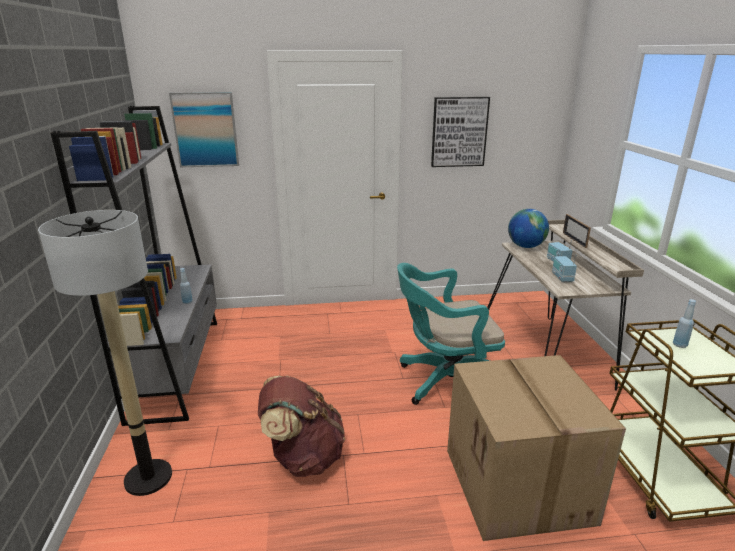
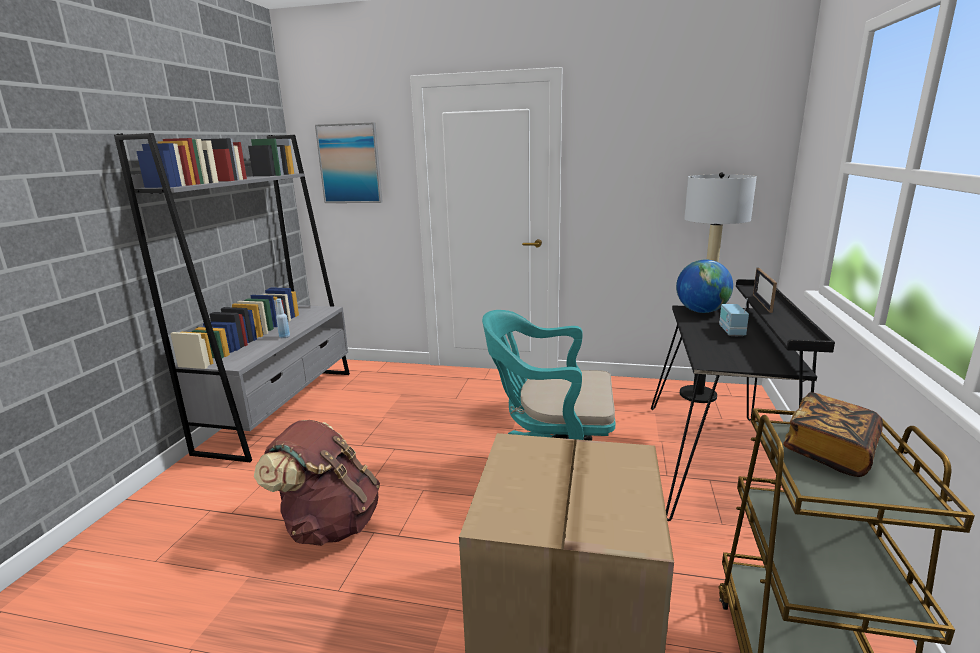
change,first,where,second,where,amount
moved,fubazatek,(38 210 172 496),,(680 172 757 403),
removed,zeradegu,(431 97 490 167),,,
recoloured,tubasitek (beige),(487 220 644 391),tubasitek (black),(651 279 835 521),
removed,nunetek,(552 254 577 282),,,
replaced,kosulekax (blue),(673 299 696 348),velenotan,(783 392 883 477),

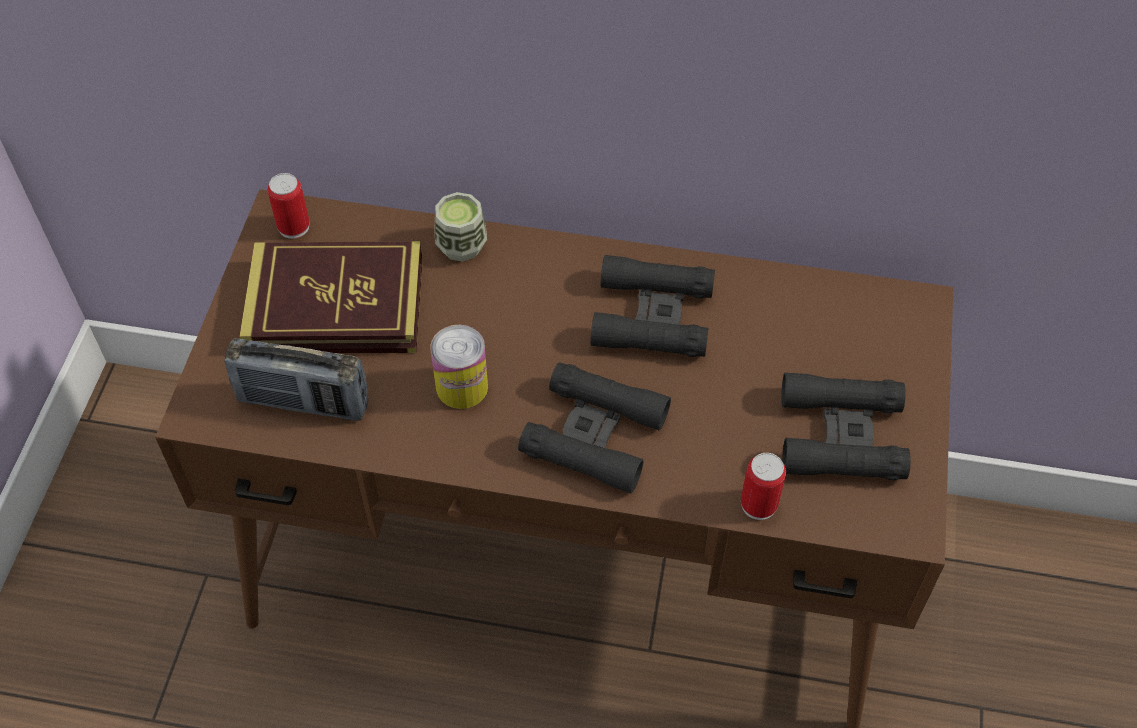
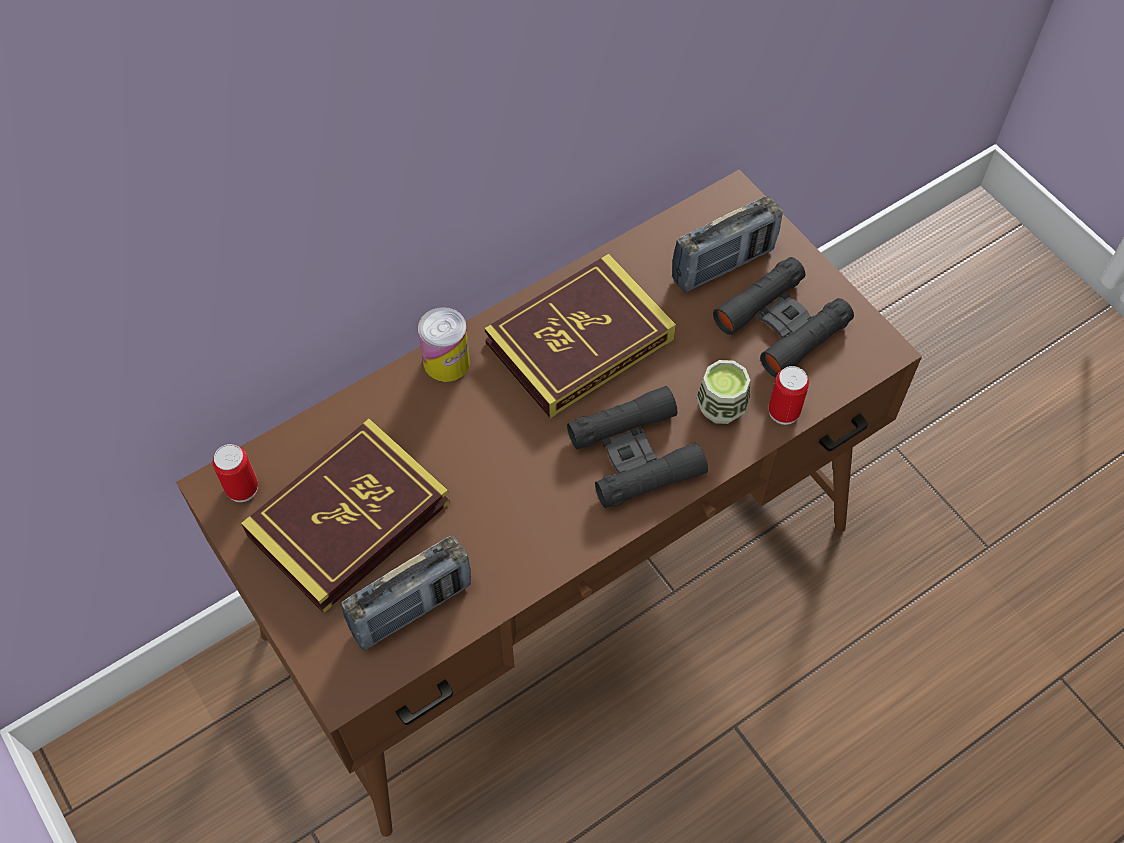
change,first,where,second,where,amount
moved,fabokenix,(430 325 488 409),,(418 307 470 382),
moved,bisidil,(434 192 487 262),,(696 360 750 424),
replaced,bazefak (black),(590 255 715 357),velenotan,(484 254 676 418),
added,,,nunetek,(672 196 783 293),

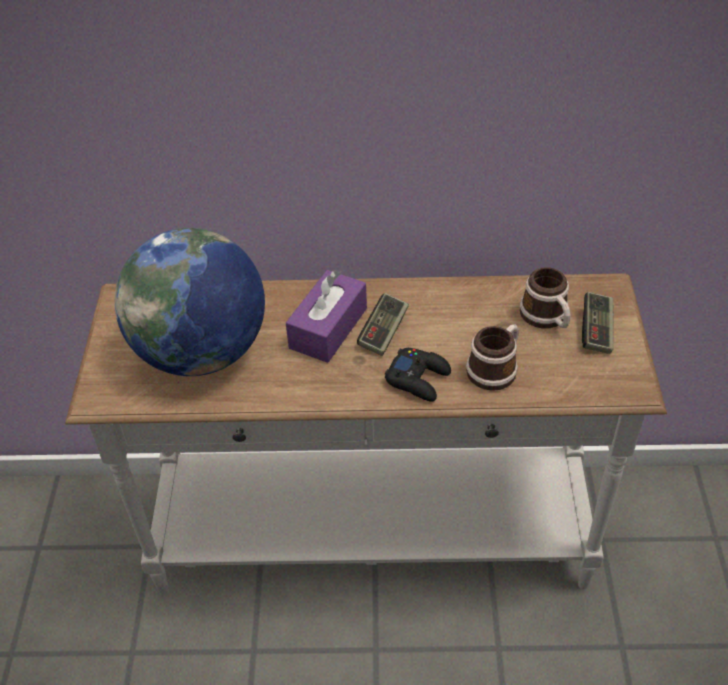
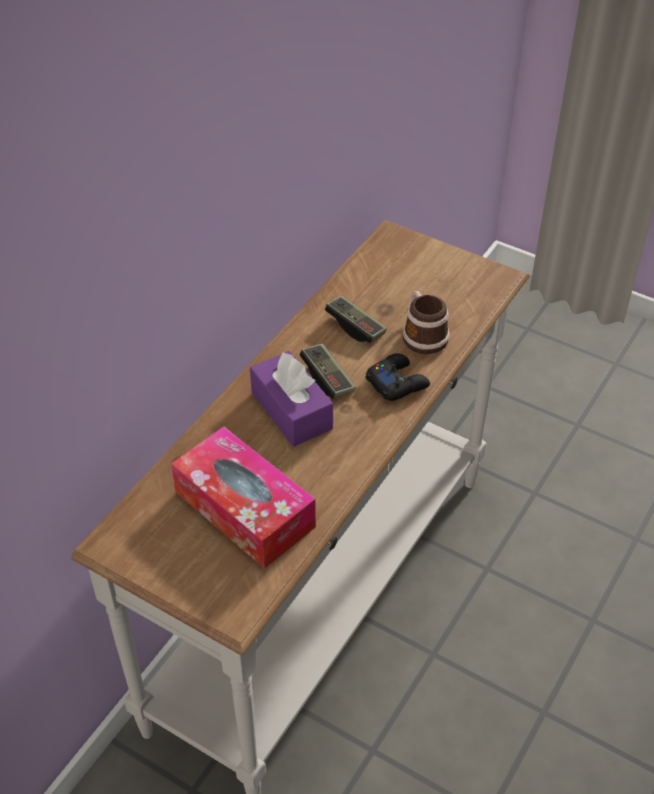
change,first,where,second,where,amount
replaced,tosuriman,(114 228 265 376),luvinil,(171 426 316 569),
removed,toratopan,(520 267 571 328),,,
moved,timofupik,(582 292 614 354),,(325 295 387 343),

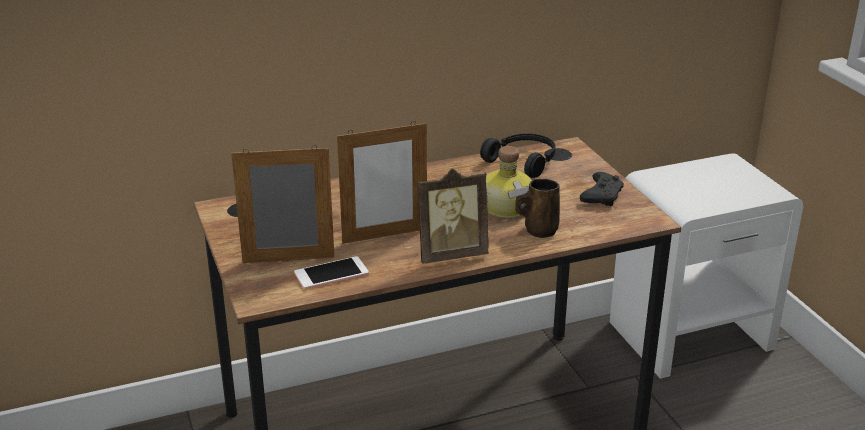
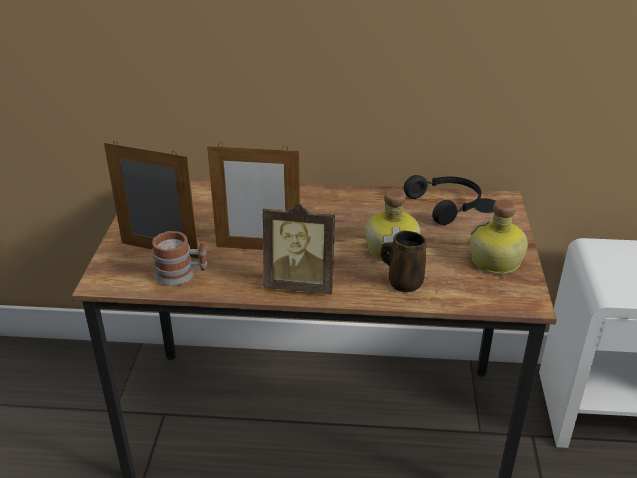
change,first,where,second,where,amount
replaced,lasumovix,(294 256 369 289),toratopan,(152 231 207 286),
replaced,timofupik (black),(580 172 624 206),kosulekax,(470 199 528 274),

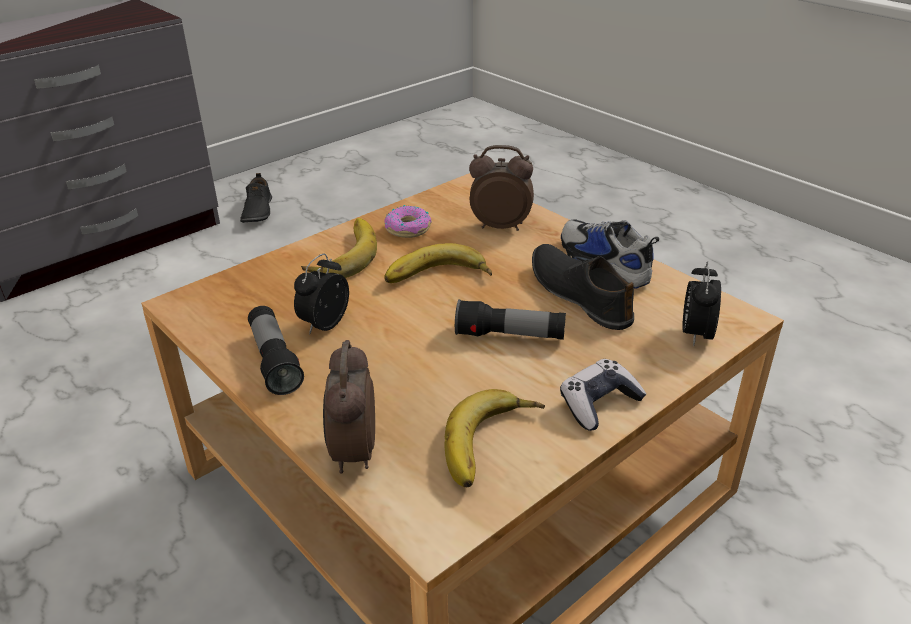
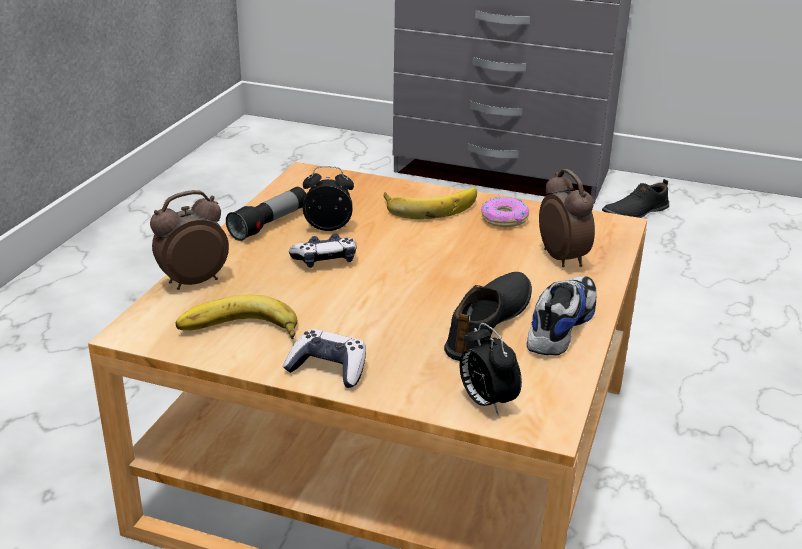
change,first,where,second,where,amount
removed,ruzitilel,(384 243 492 283),,,
removed,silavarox,(455 299 566 340),,,
turned,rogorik,(682 261 721 346),,(460 323 522 415),105 degrees counterclockwise
added,,,timofupik,(289 233 357 268),

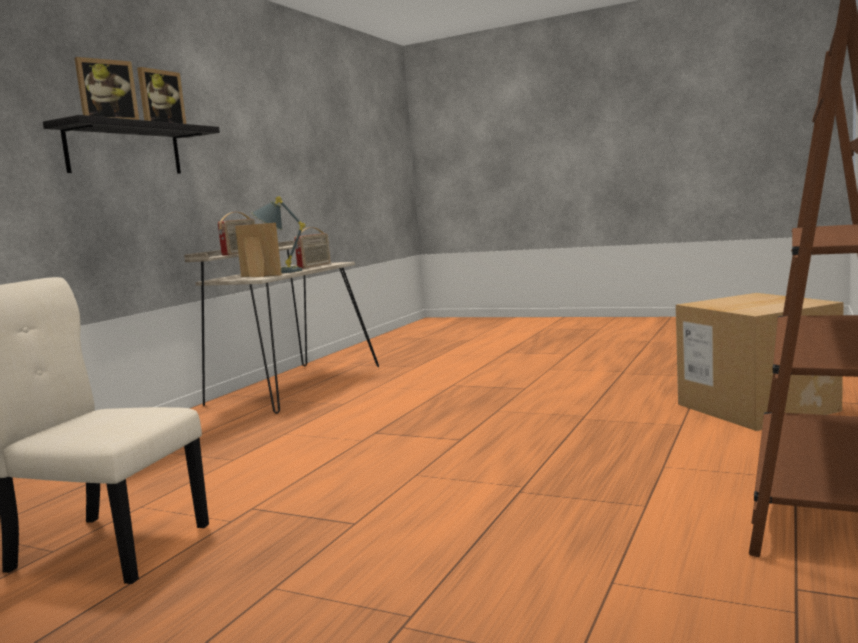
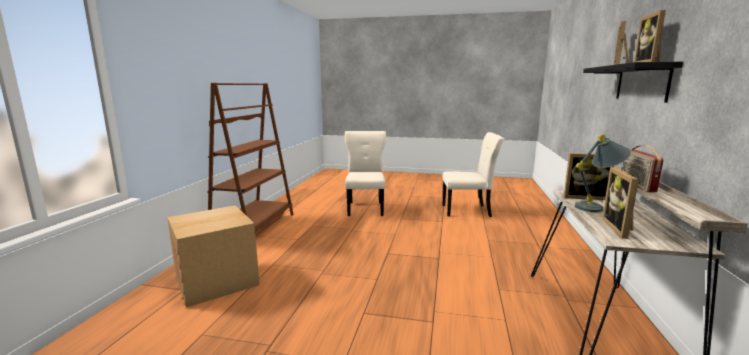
change,first,where,second,where,amount
replaced,nunetek,(294 227 331 268),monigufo,(602 167 639 239),
added,,,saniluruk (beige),(345 131 386 216),

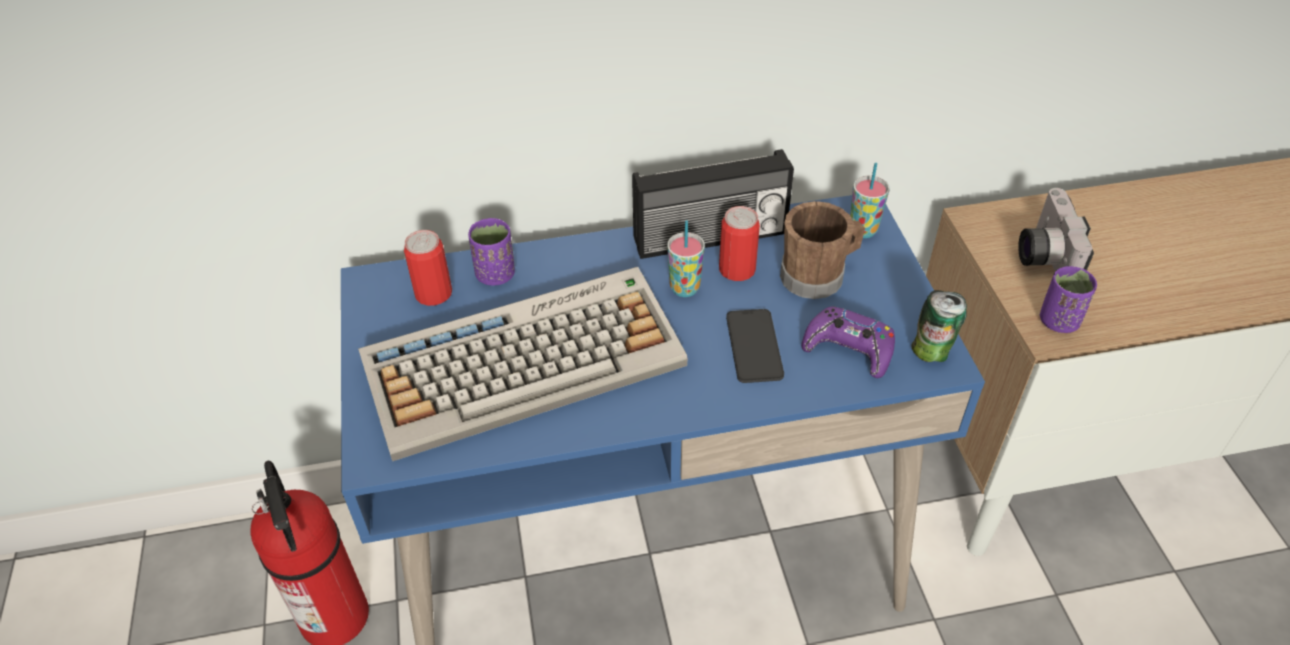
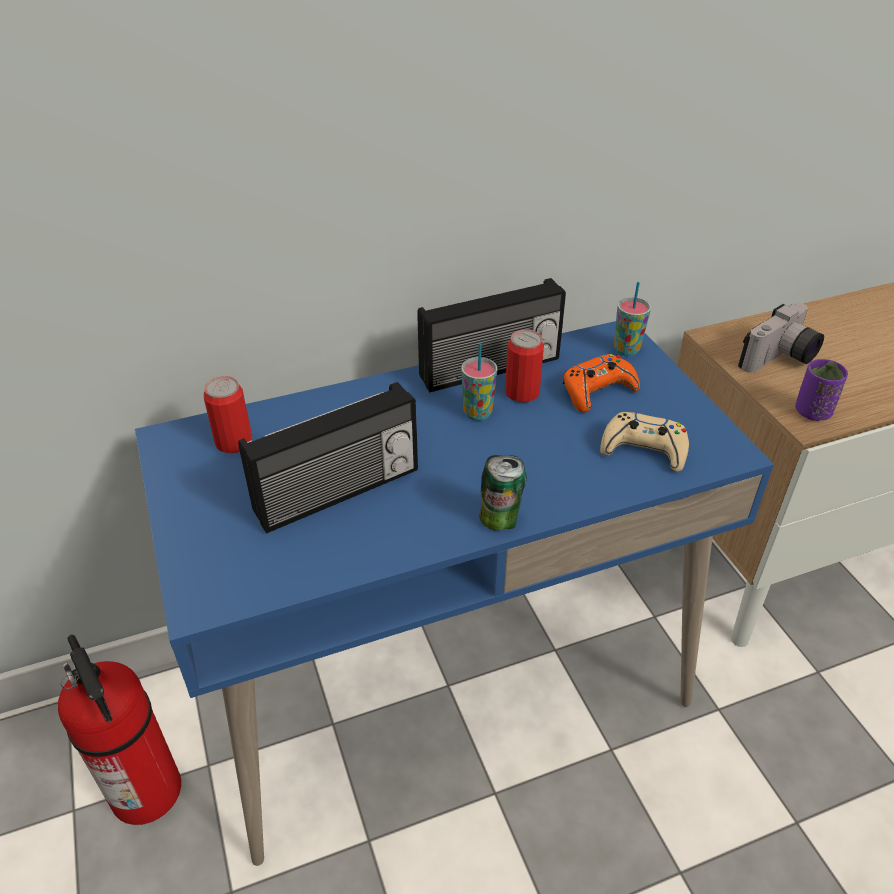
change,first,where,second,where,amount
replaced,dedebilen,(358 267 688 461),nunetek,(238 382 418 534),
removed,bisidil (purple),(468 218 515 286),,,
removed,lasumovix,(726 309 784 383),,,
replaced,toratopan (brown),(780 201 865 299),timofupik (orange),(563 354 640 413),
recoloured,timofupik (purple),(801 306 895 378),timofupik (beige),(600 412 689 472),
moved,fabokenix,(911 290 967 362),,(479 455 527 531),
turned,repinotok,(1018 188 1094 271),,(738 303 824 373),120 degrees counterclockwise

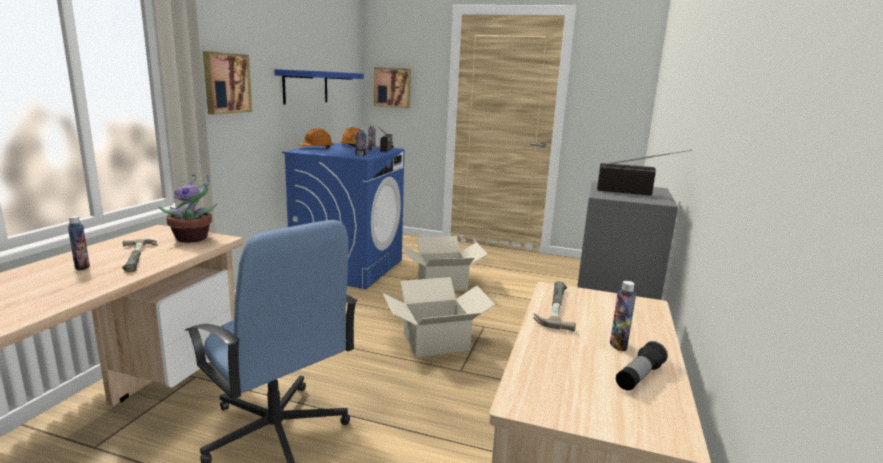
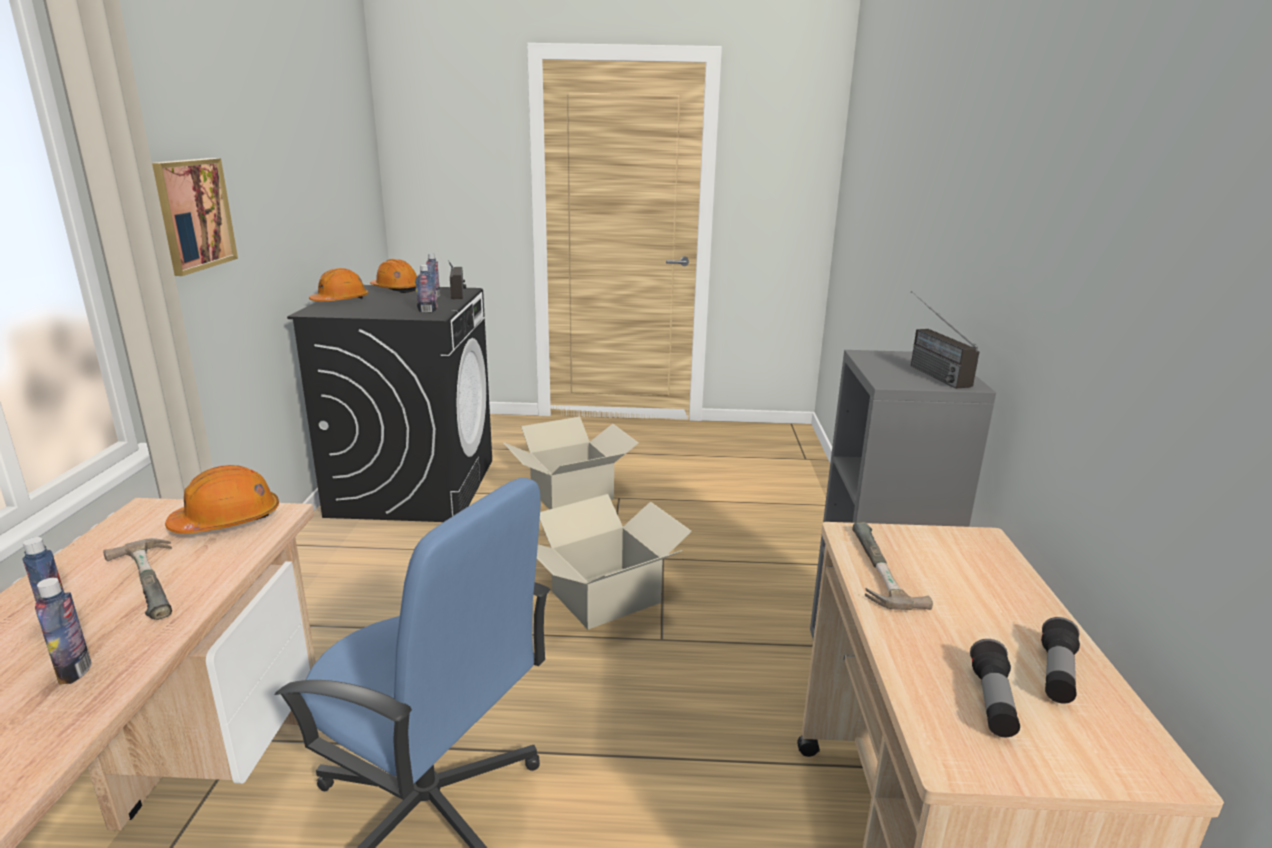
change,first,where,second,where,amount
replaced,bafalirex,(158 174 217 243),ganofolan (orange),(165 465 279 534),
removed,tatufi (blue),(274 69 364 104),,,
recoloured,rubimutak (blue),(282 143 404 289),rubimutak (black),(287 285 492 522),
removed,zeradegu,(374 67 411 108),,,
turned,nunetek,(597 150 691 196),,(911 291 979 389),105 degrees counterclockwise
moved,kosulekax,(610 281 636 351),,(35 578 91 685),
added,,,silavarox,(970 639 1020 737),

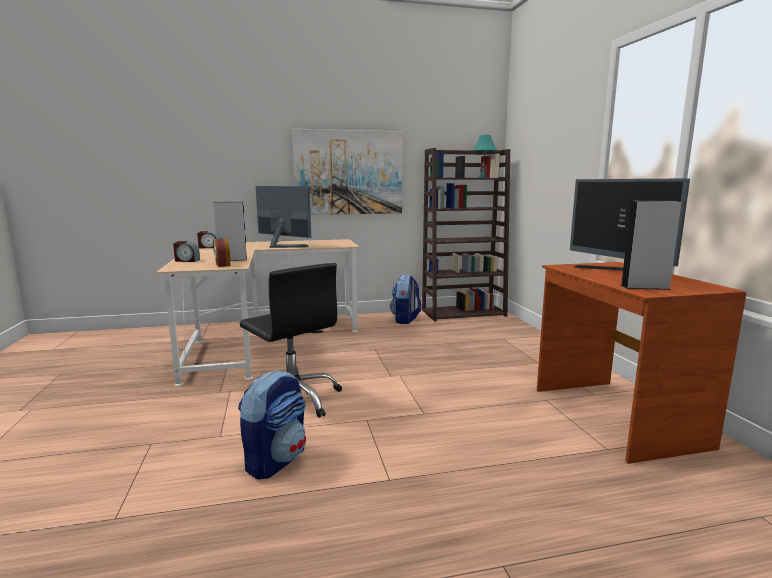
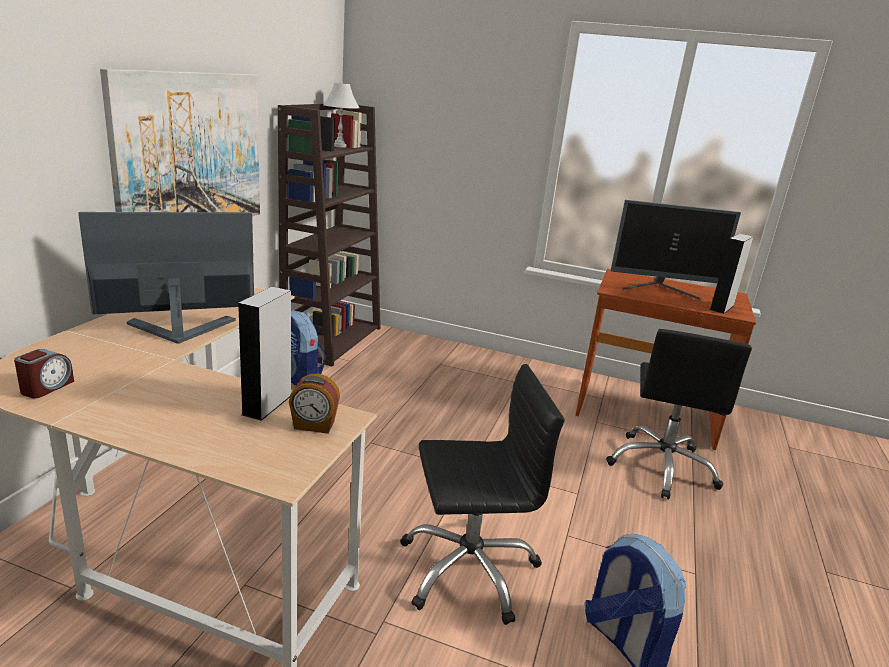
change,first,where,second,where,amount
removed,rogorik,(173 241 200 262),,,
recoloured,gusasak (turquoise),(472 135 497 178),gusasak (white),(323 83 360 147),
added,,,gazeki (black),(606 329 752 499),

